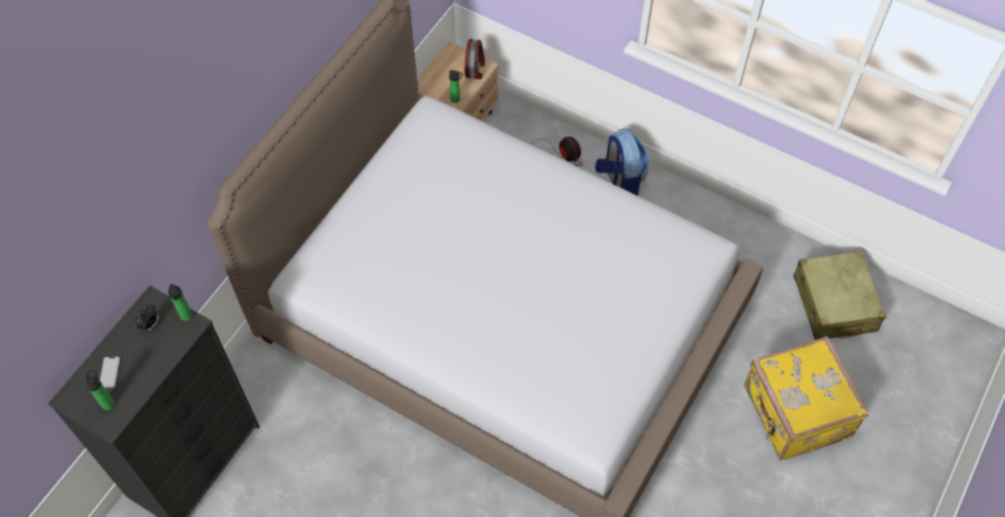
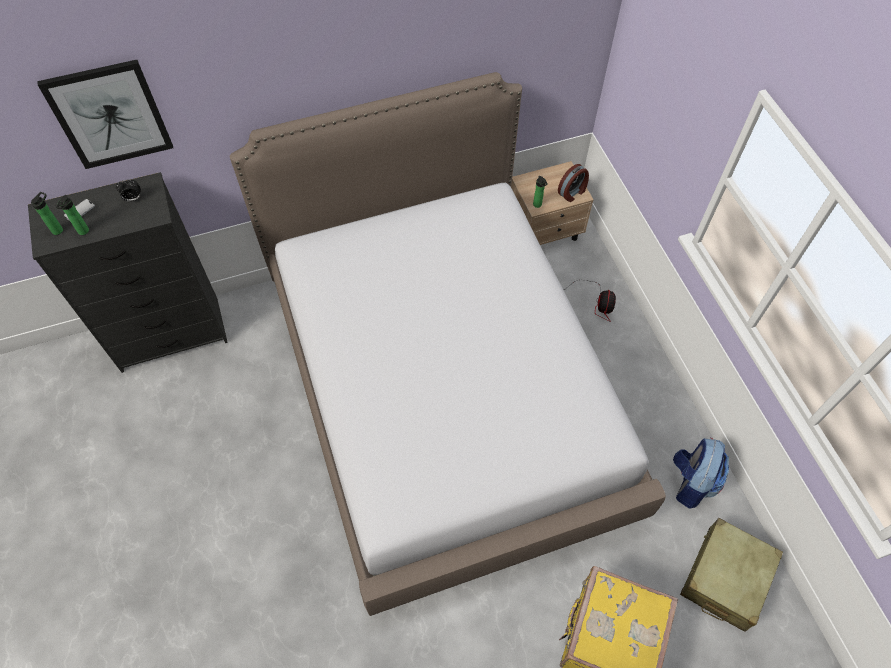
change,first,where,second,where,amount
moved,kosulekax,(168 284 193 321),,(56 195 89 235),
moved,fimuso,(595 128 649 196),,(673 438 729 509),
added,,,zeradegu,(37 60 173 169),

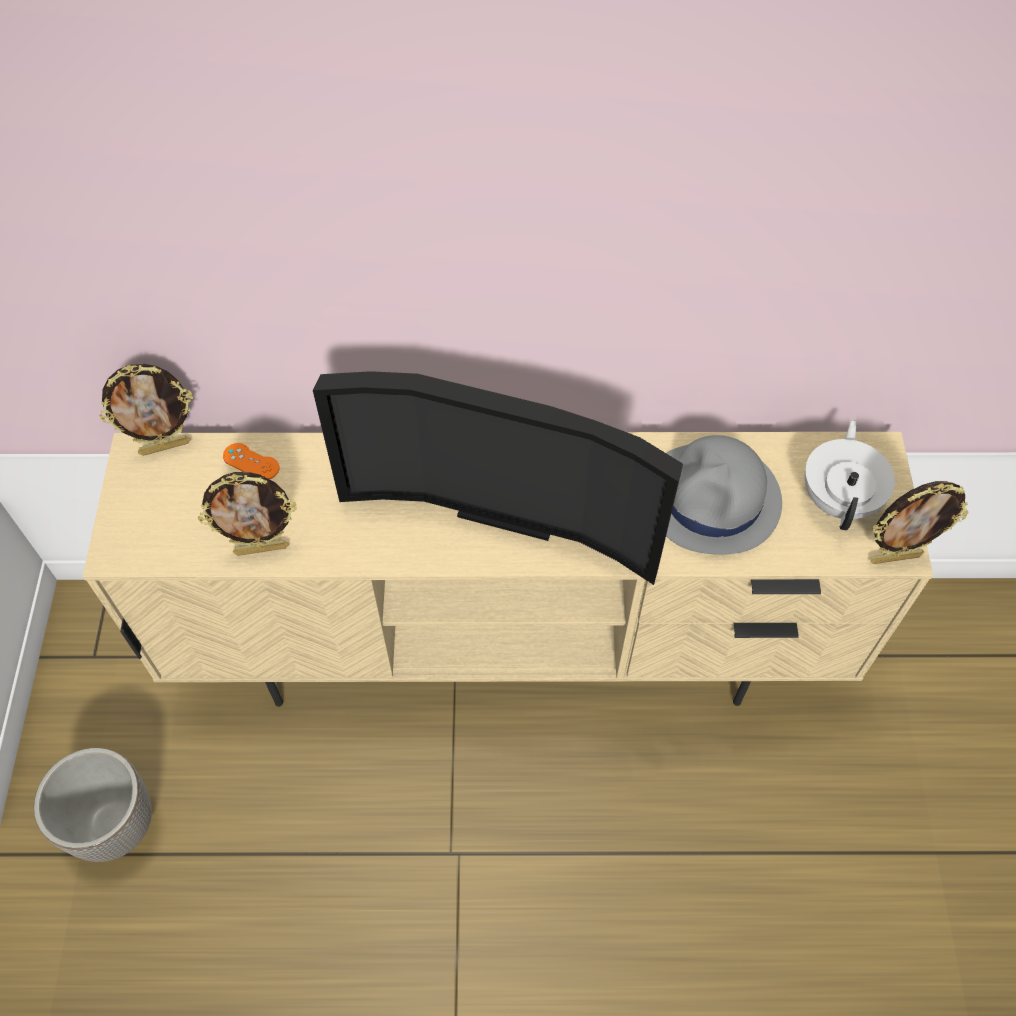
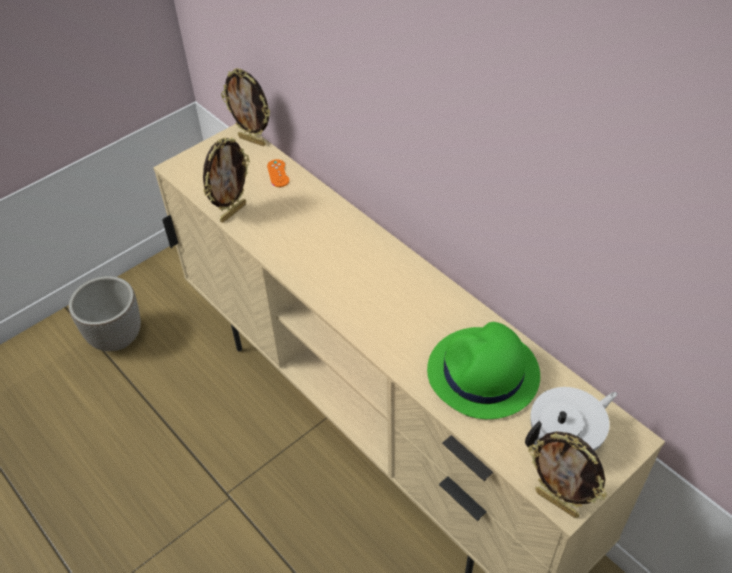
change,first,where,second,where,amount
turned,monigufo,(198 472 297 556),,(203 137 250 223),90 degrees counterclockwise
removed,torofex,(313 371 683 585),,,
recoloured,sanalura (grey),(666 435 782 555),sanalura (green),(427 322 540 419),

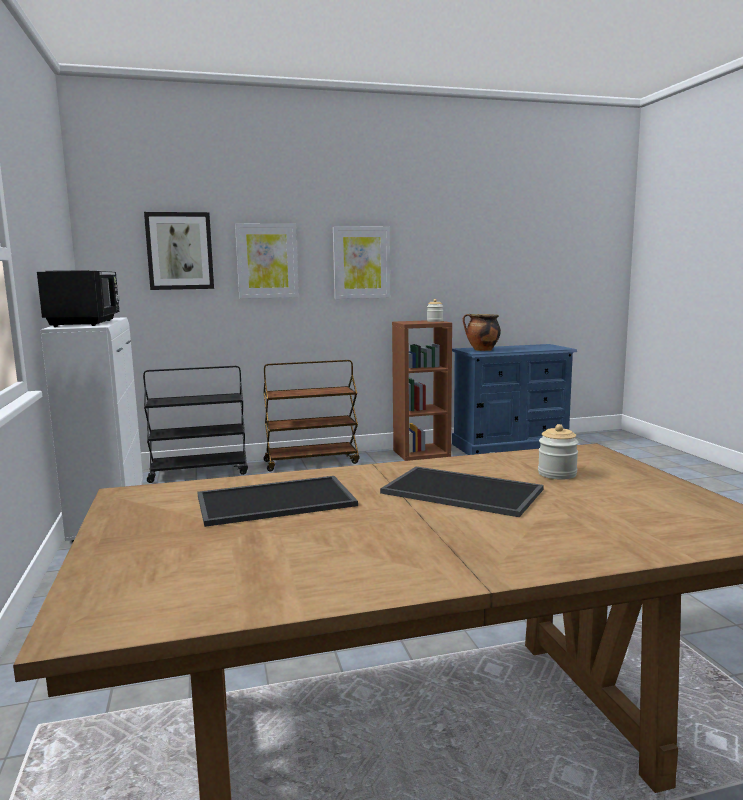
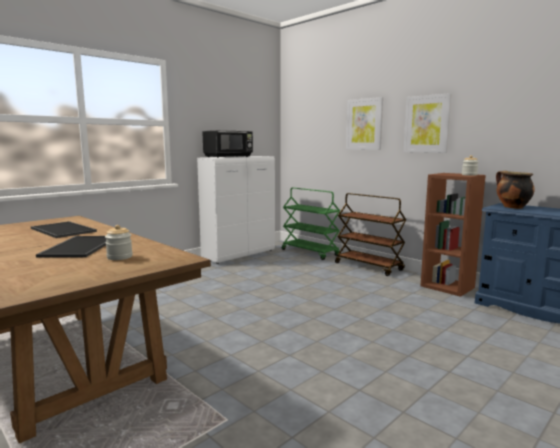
change,first,where,second,where,amount
recoloured,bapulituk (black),(143 366 248 483),bapulituk (green),(282 188 340 260),
removed,zeradegu,(144 212 214 290),,,

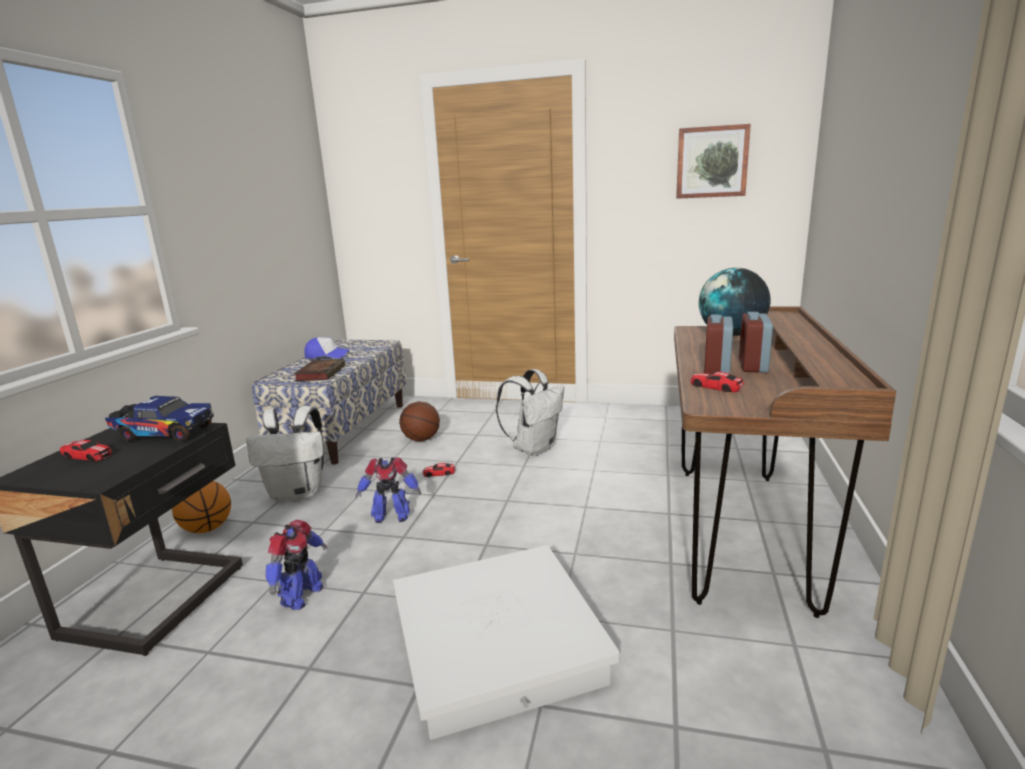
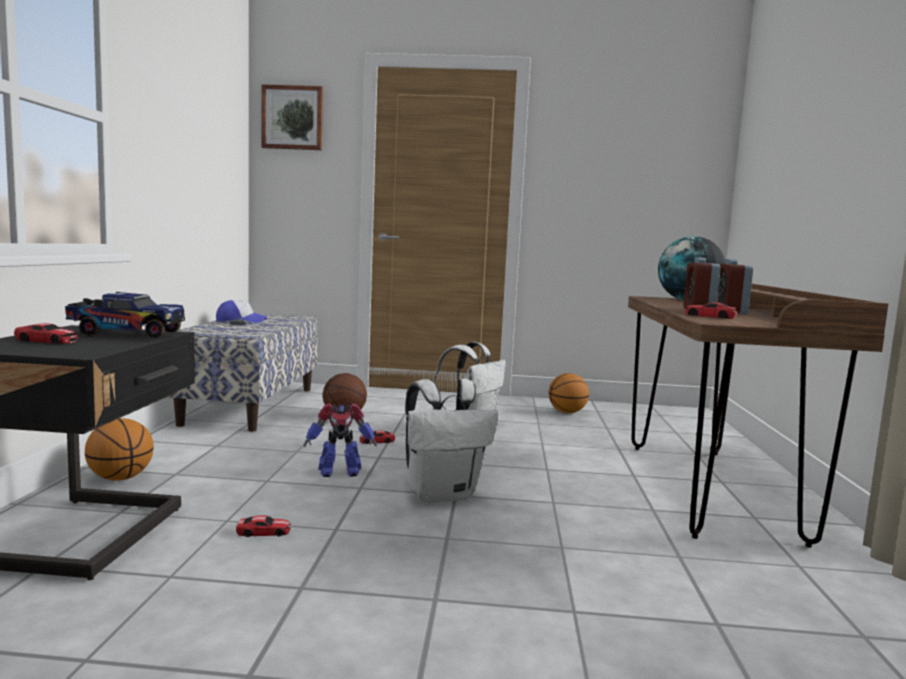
change,first,where,second,where,amount
moved,fimuso (white),(246 406 324 502),,(405 379 498 503),
replaced,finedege,(266 520 328 610),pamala,(236 515 291 537),
removed,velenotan,(294 359 345 381),,,
removed,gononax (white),(393 545 620 740),,,
moved,zeradegu,(676 124 751 199),,(261 84 323 150),
added,,,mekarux,(548 373 589 413),

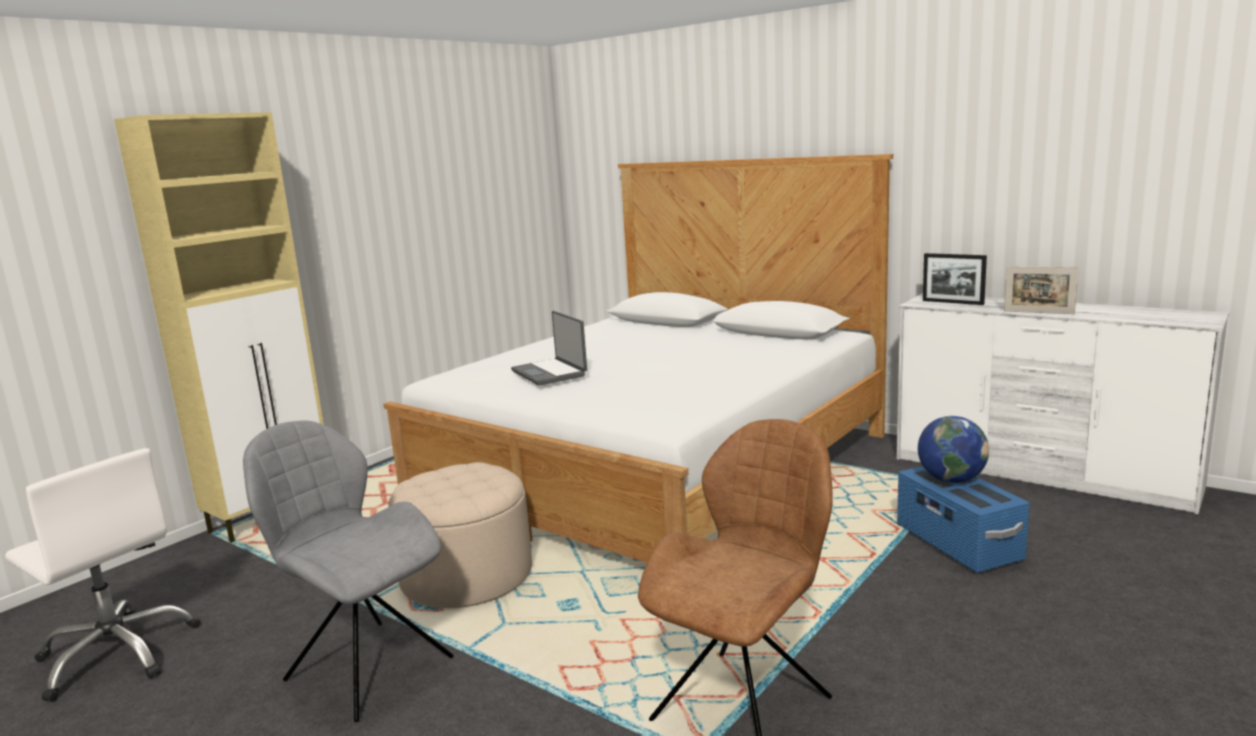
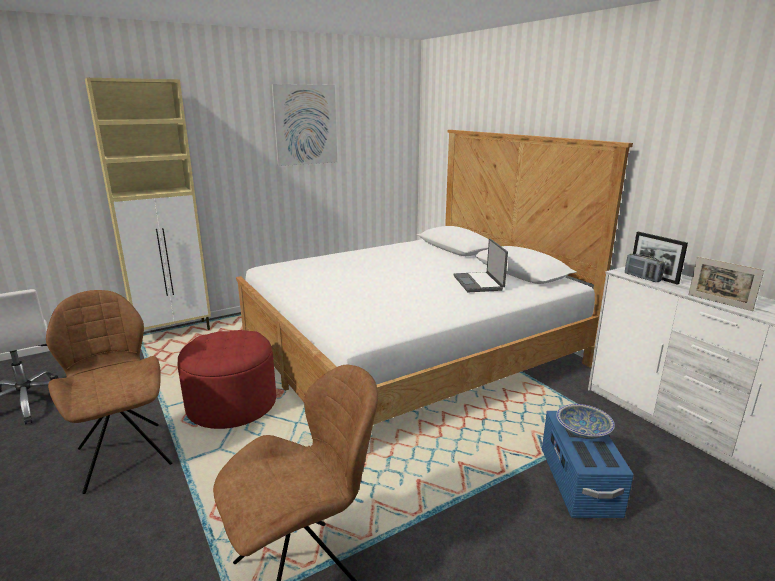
change,first,where,second,where,amount
recoloured,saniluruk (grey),(243 421 454 722),saniluruk (brown),(46 290 172 494),
recoloured,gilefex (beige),(388 462 532 608),gilefex (red),(177 330 276 429),
moved,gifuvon,(511 311 587 386),,(453 239 508 292),
replaced,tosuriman,(918 416 989 483),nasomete,(556 404 615 439),
added,,,zeradegu,(272 84 337 166),
added,,,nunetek,(625 254 665 282),

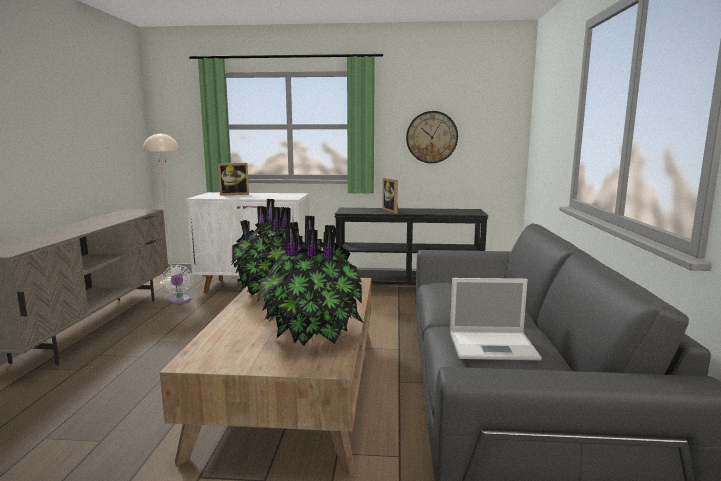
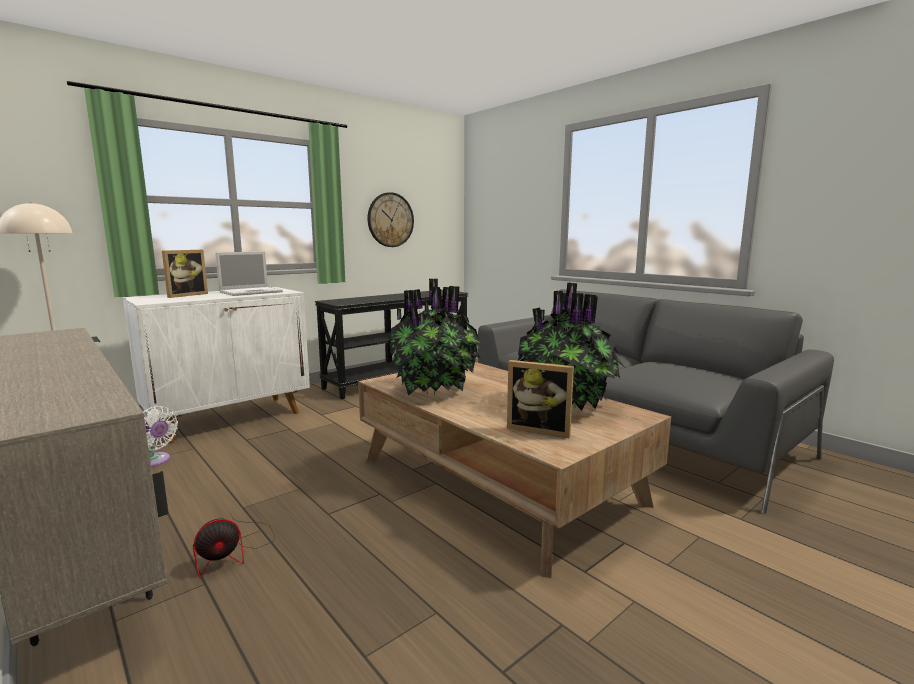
change,first,where,second,where,amount
moved,monigufo,(382 178 398 213),,(507 360 574 438),
moved,gifuvon,(450 278 542 360),,(215 251 283 296),
added,,,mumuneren,(193 515 275 578),

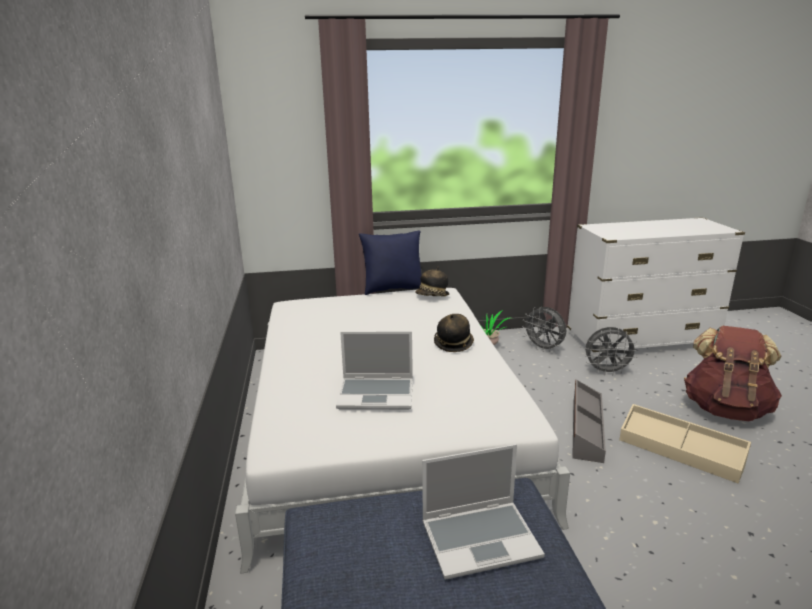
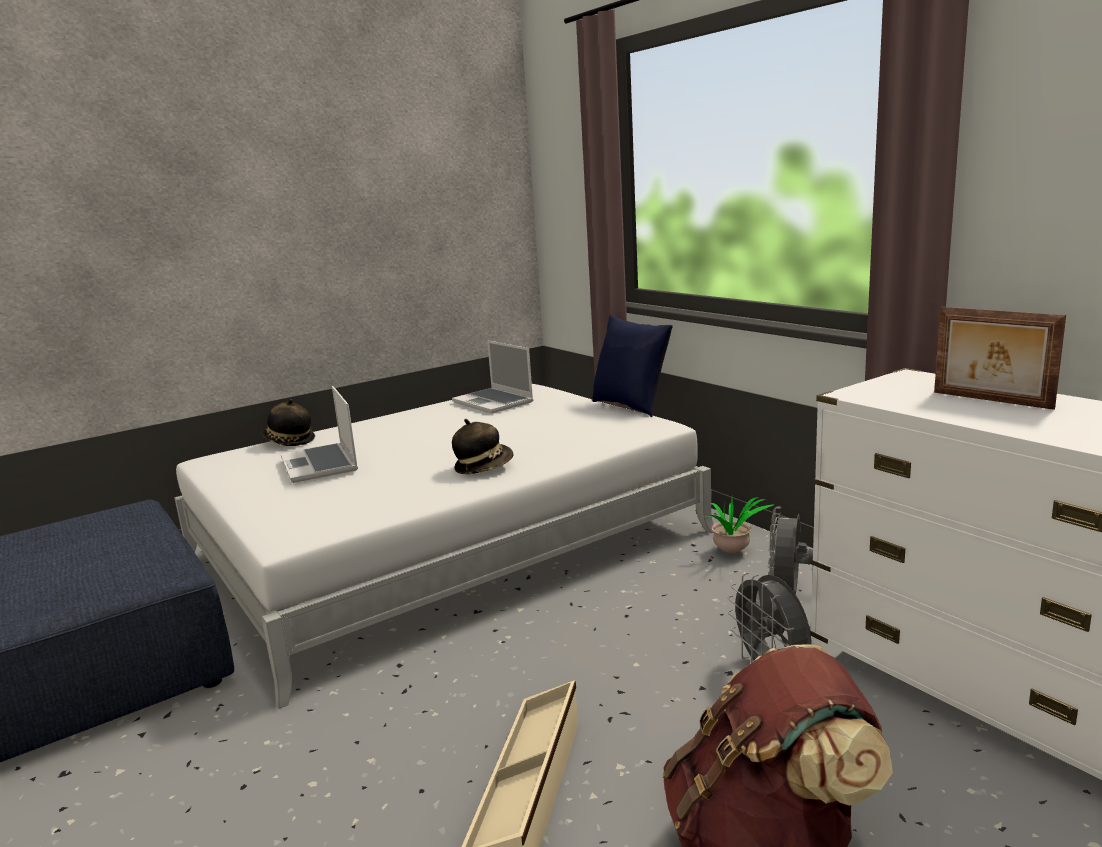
change,first,where,second,where,amount
moved,sanalura,(415 266 449 296),,(261 399 315 446),
moved,gifuvon,(422 444 545 580),,(452 340 533 414),
removed,gononax (grey),(572 380 606 463),,,
added,,,monigufo,(934 307 1066 410),

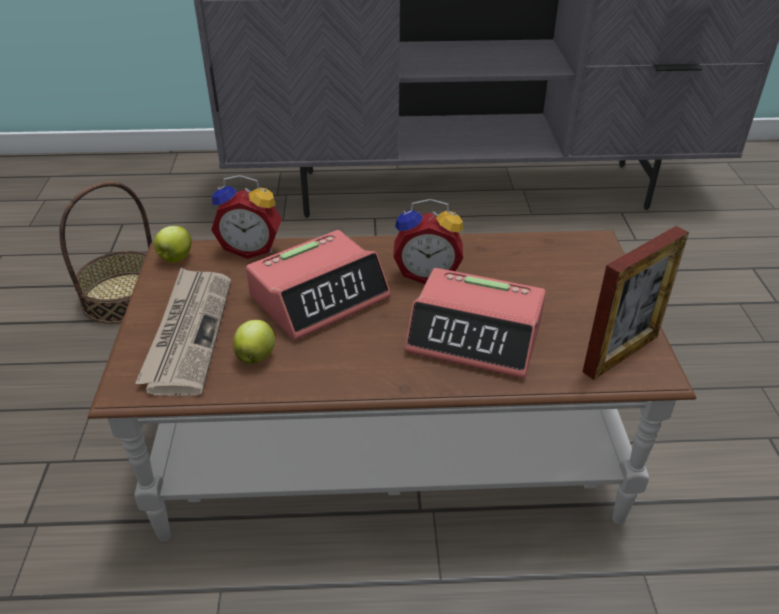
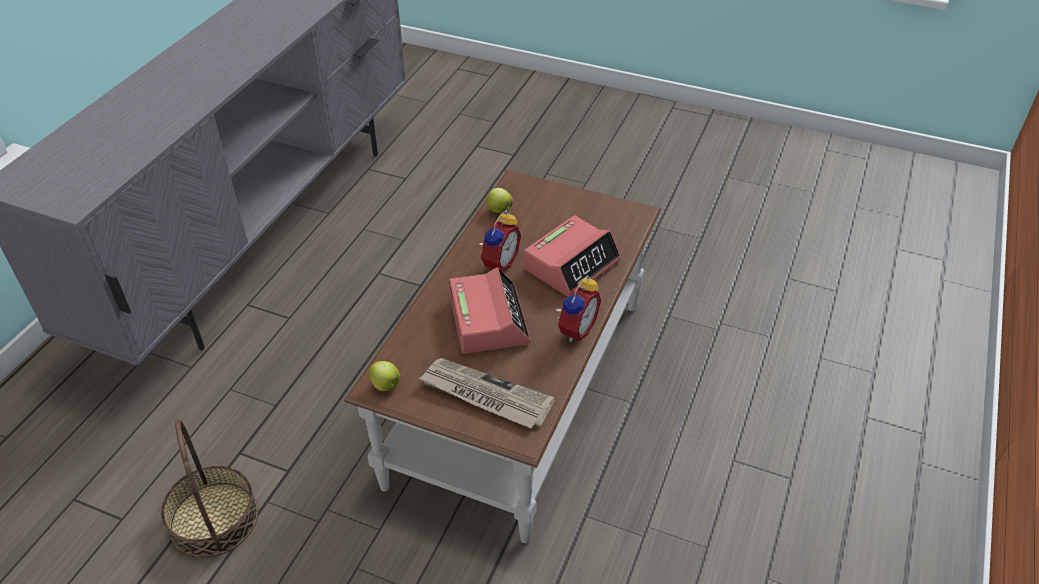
change,first,where,second,where,amount
moved,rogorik,(211 175 282 259),,(555 275 601 342),
moved,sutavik,(233 320 275 364),,(487 188 513 213),
removed,monigufo,(583 226 689 380),,,

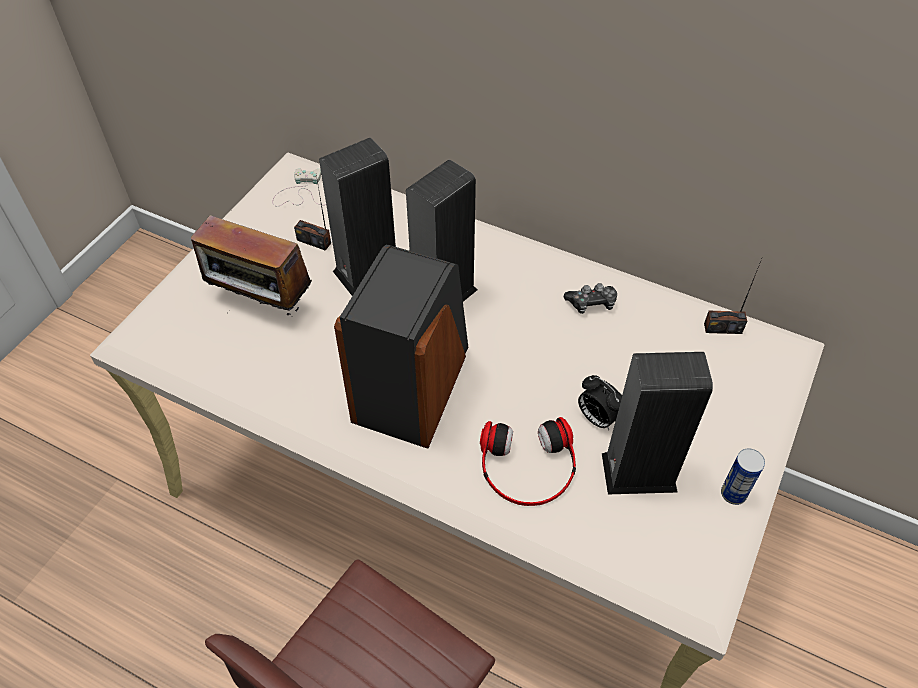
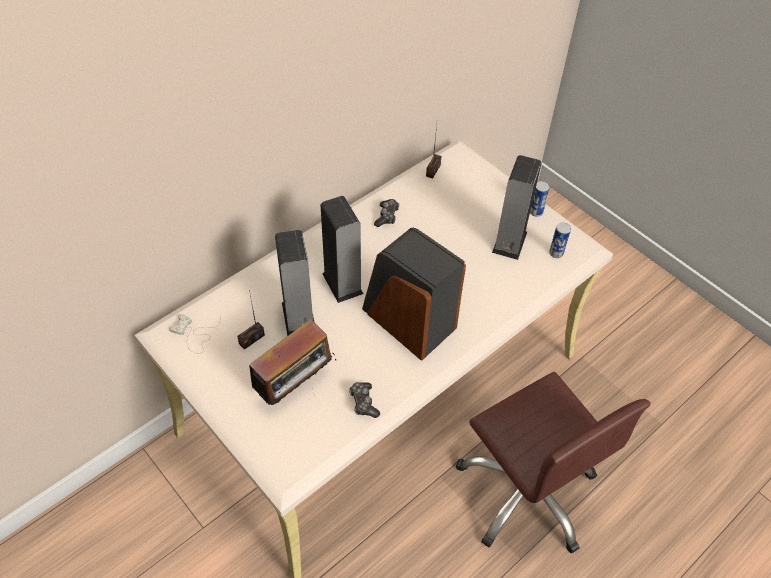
change,first,where,second,where,amount
removed,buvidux,(480 417 576 506),,,
removed,rogorik,(578 375 622 430),,,
added,,,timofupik,(349 382 380 418),
added,,,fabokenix,(549 222 571 258),

